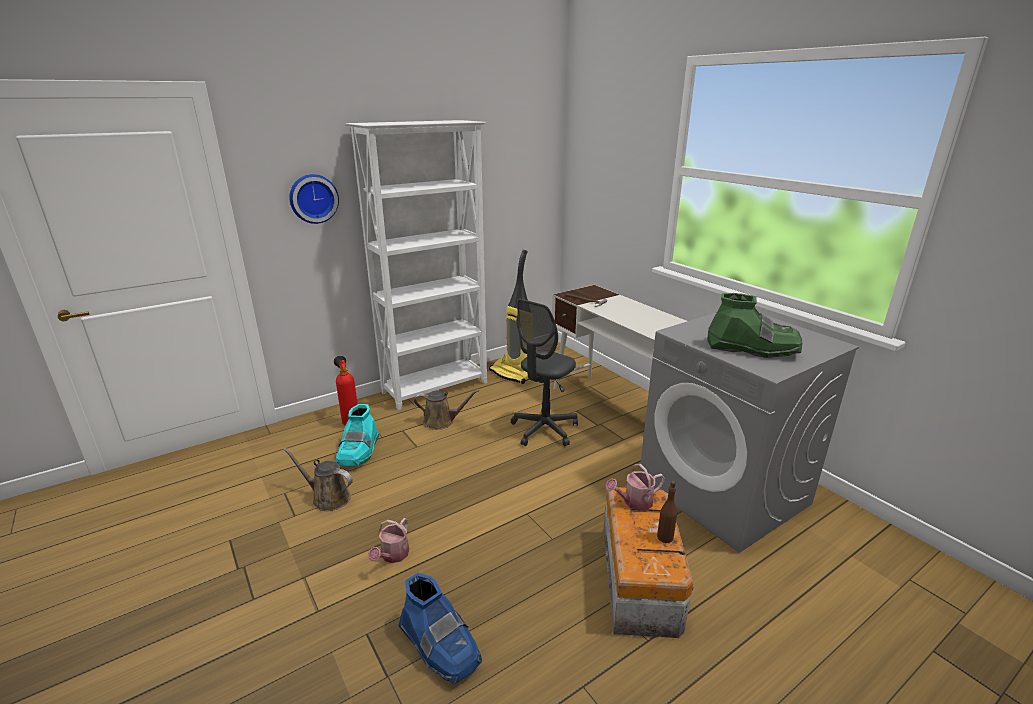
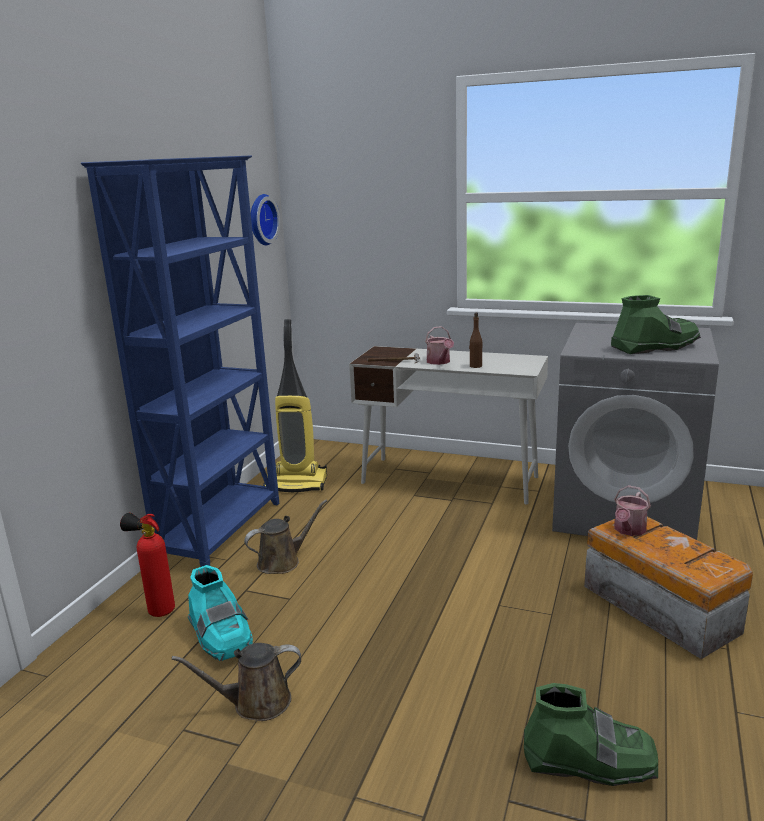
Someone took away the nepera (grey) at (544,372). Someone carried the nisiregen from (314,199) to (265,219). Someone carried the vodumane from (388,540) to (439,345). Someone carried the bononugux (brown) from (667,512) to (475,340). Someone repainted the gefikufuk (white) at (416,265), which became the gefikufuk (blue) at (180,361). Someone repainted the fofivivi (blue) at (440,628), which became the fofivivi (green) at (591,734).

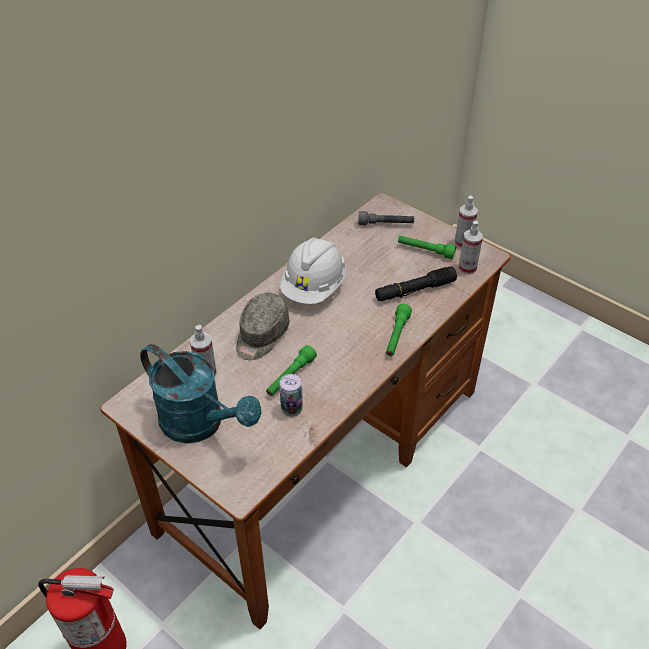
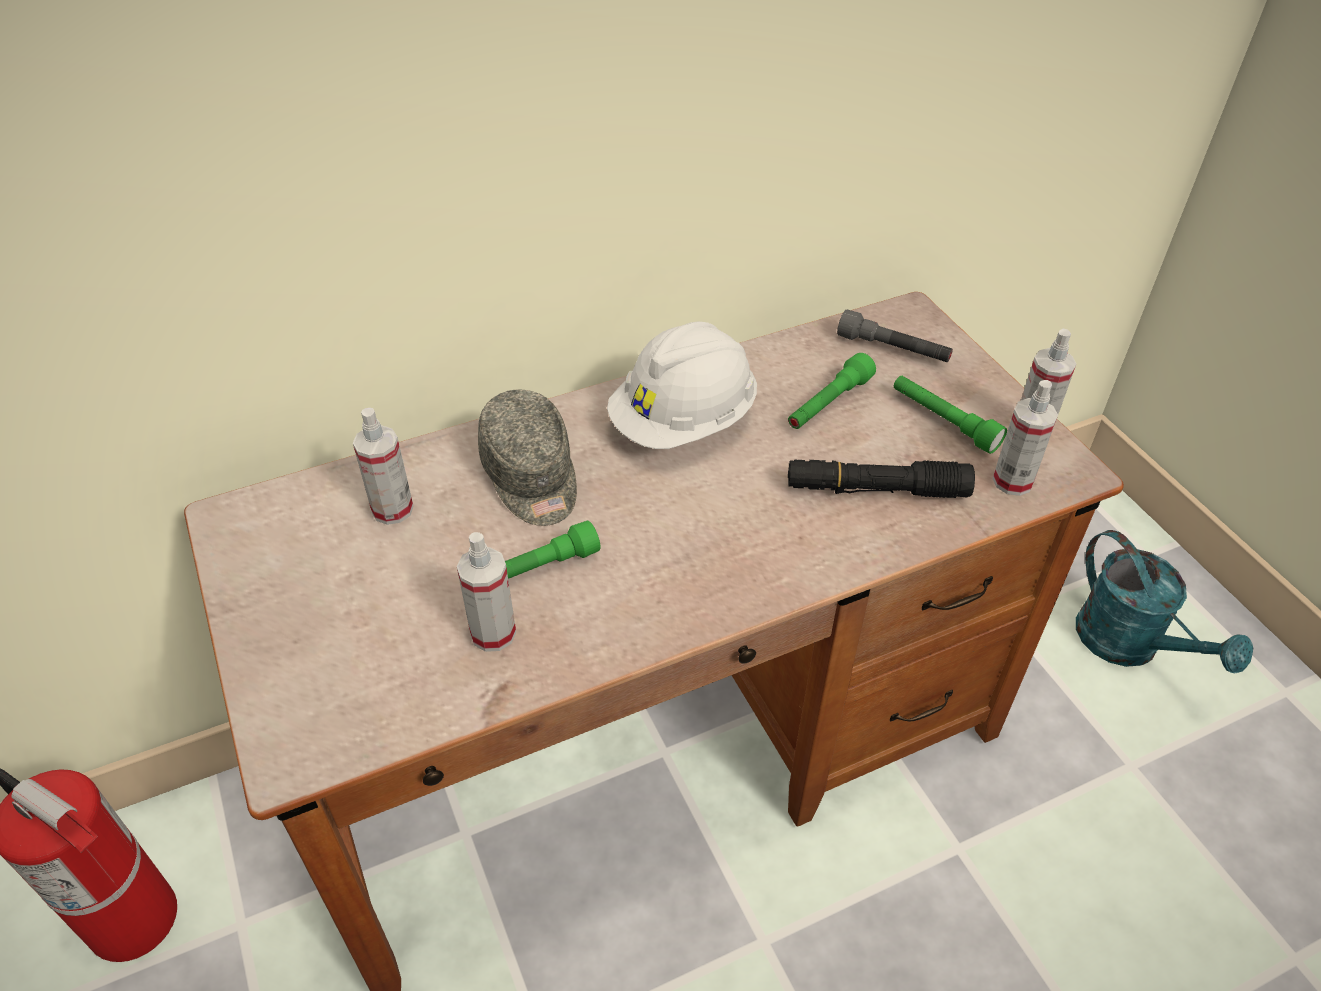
Someone carried the vodumane (turquoise) from (201,394) to (1164,601). Someone carried the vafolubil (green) from (399,330) to (832,391). Someone swapped the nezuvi at (291,395) for the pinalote at (486,592). Someone rotated the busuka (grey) at (262,326) by 75 degrees counterclockwise.

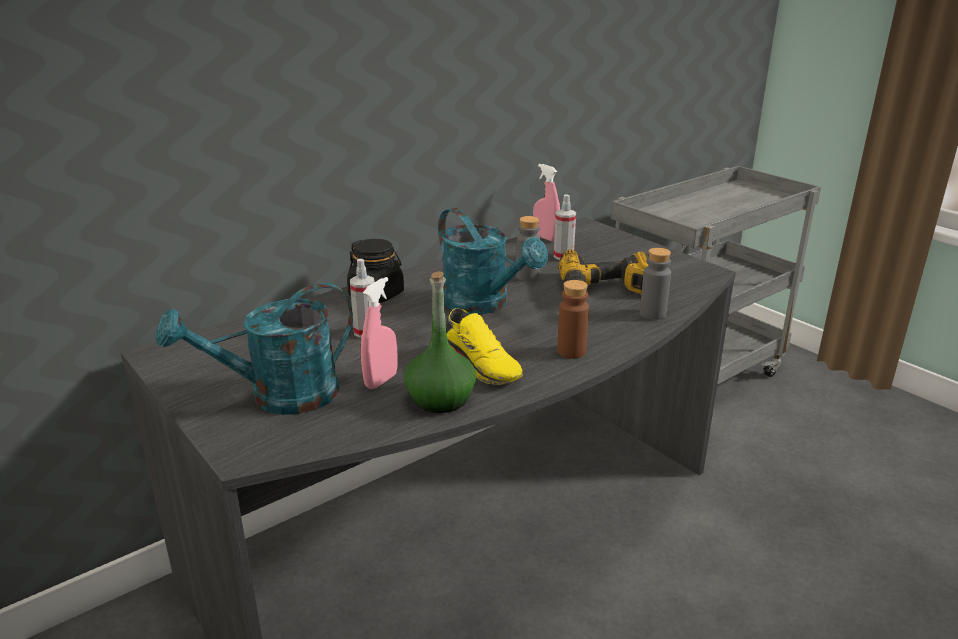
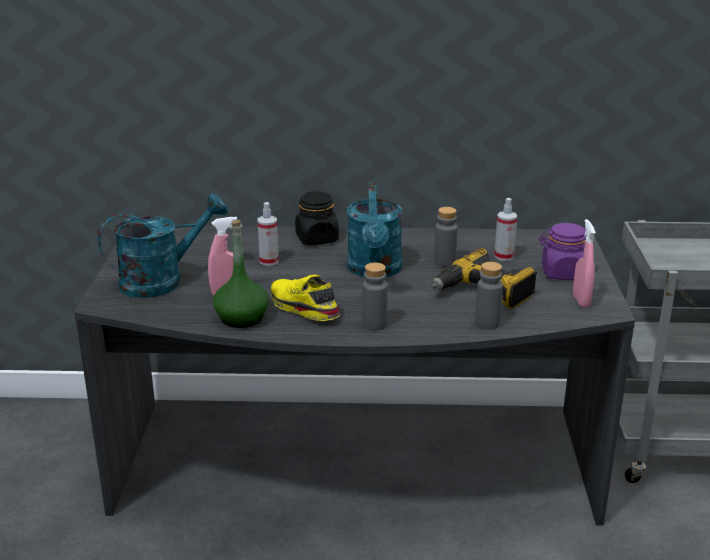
Someone put down the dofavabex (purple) at (562,251). Someone carried the pinalote (pink) from (546,203) to (584,263). Someone repainted the bononugux (brown) at (573,319), which became the bononugux (grey) at (375,296). Someone rotated the vodumane (turquoise) at (254,349) by 135 degrees clockwise. Someone rotated the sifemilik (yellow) at (484,346) by 135 degrees clockwise.

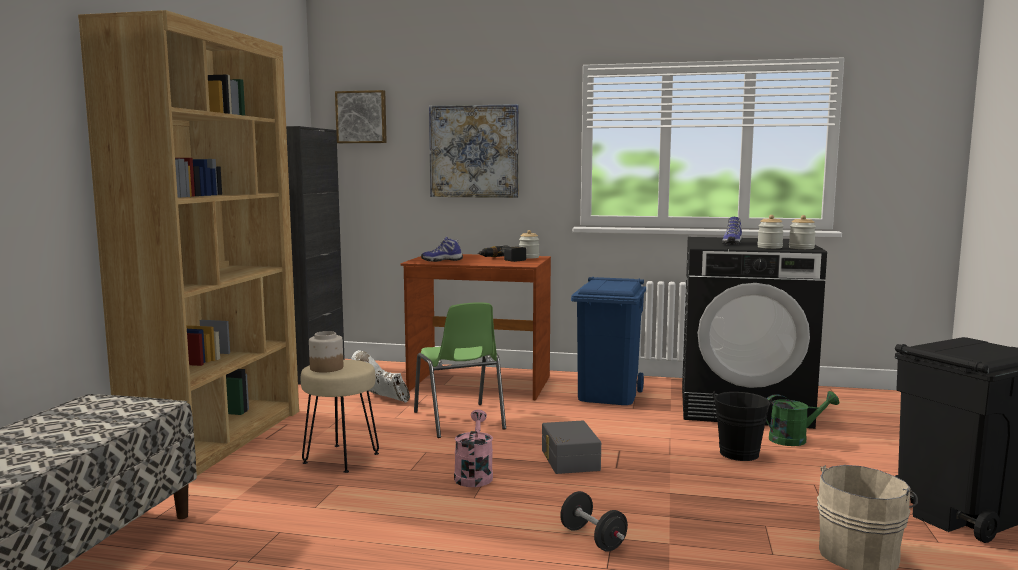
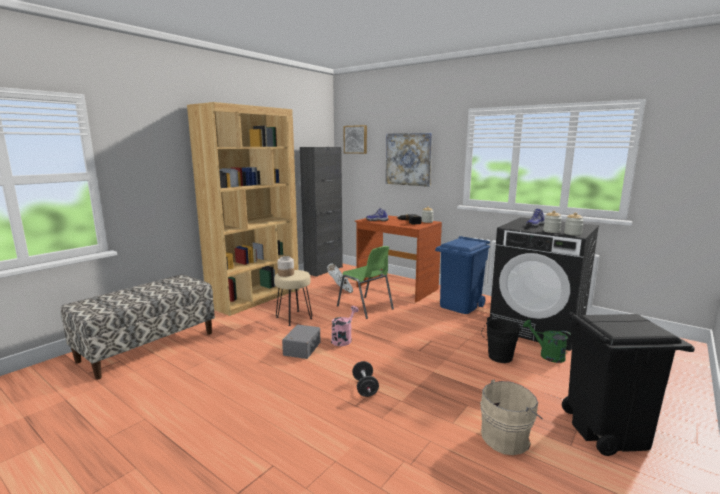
Someone carried the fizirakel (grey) from (571,447) to (301,342). Someone rotated the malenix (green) at (460,370) by 45 degrees counterclockwise. Someone rotated the vodumane (green) at (802,418) by 150 degrees counterclockwise.

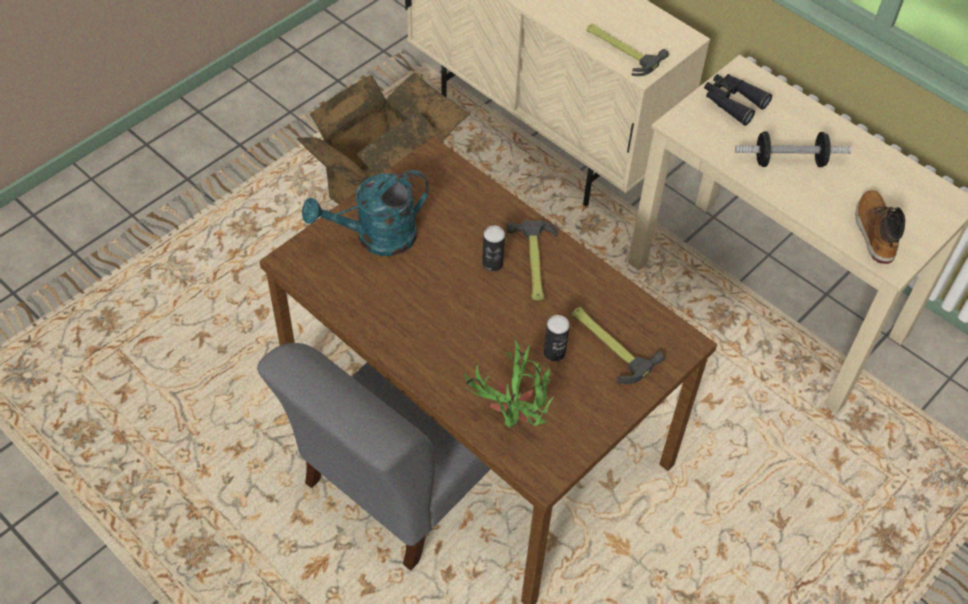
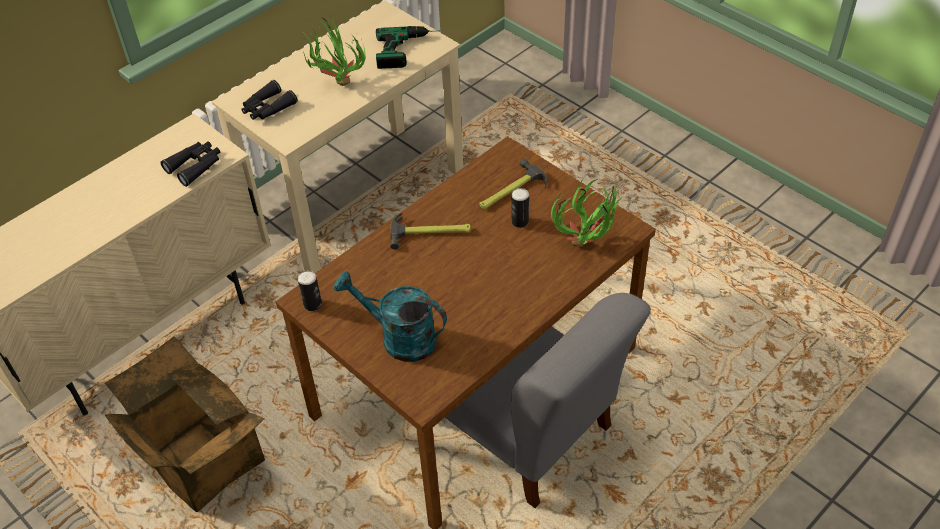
Someone carried the nezuvi from (493,249) to (310,290). Someone swapped the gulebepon at (627,50) for the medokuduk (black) at (190,164). Someone swapped the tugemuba at (793,149) for the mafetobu at (333,51). Someone swapped the fofivivi at (880,227) for the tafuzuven at (408,47). Someone rotated the vodumane (turquoise) at (365,213) by 135 degrees clockwise.

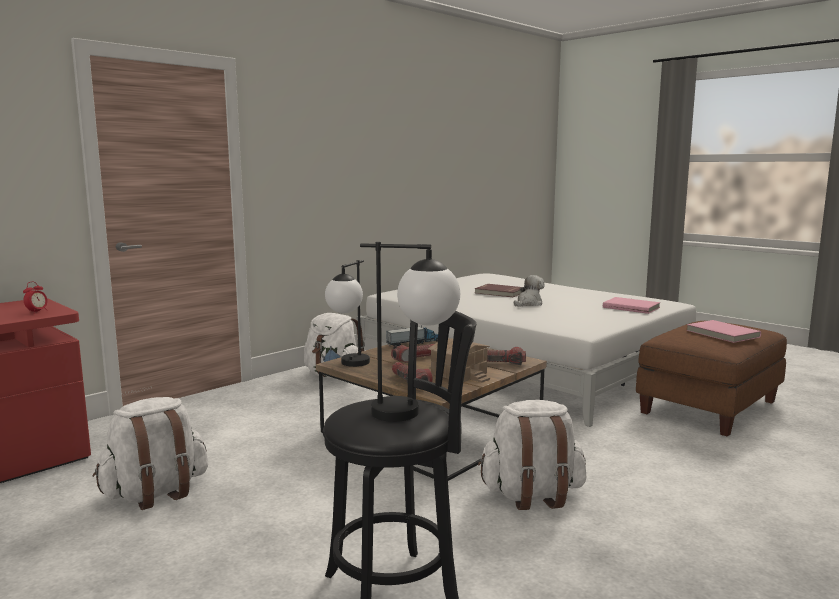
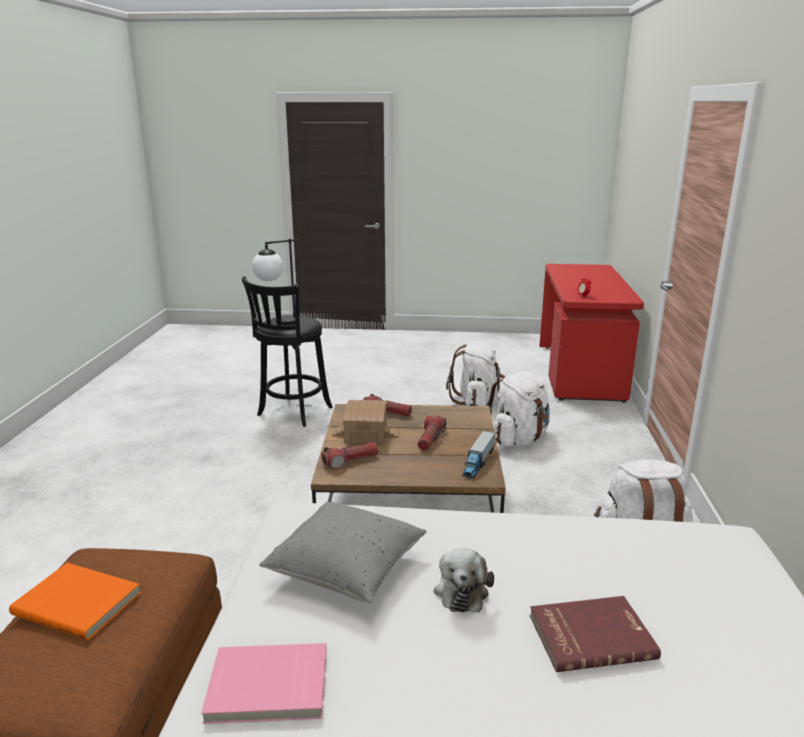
Someone took away the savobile at (347,313). Someone put down the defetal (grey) at (342,553). Someone carried the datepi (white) from (532,455) to (518,408). Someone repainted the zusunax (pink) at (724,331), which became the zusunax (orange) at (75,601).

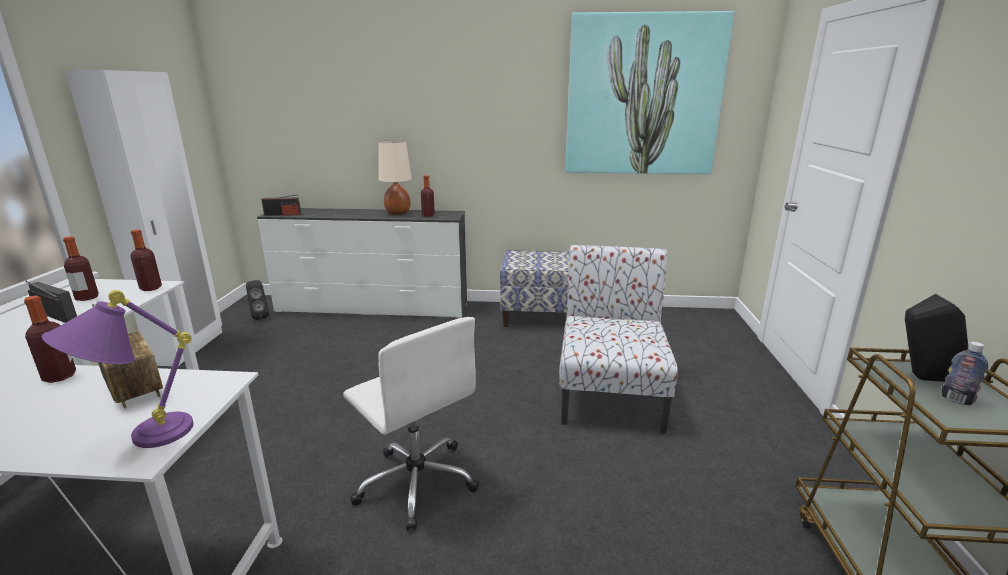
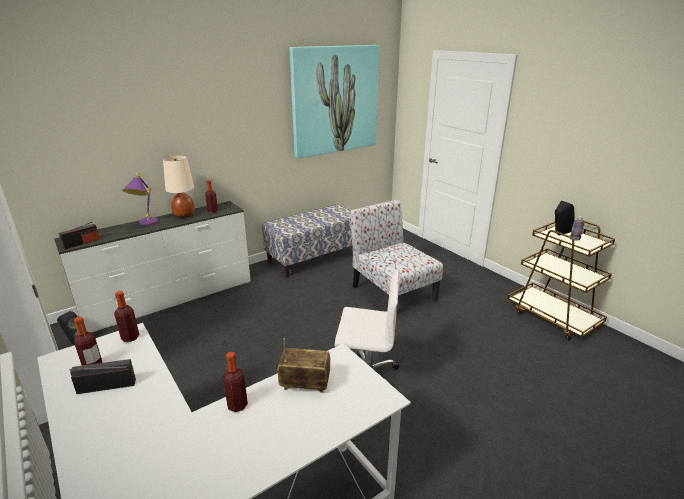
Someone carried the savobile (purple) from (117,369) to (140,199).

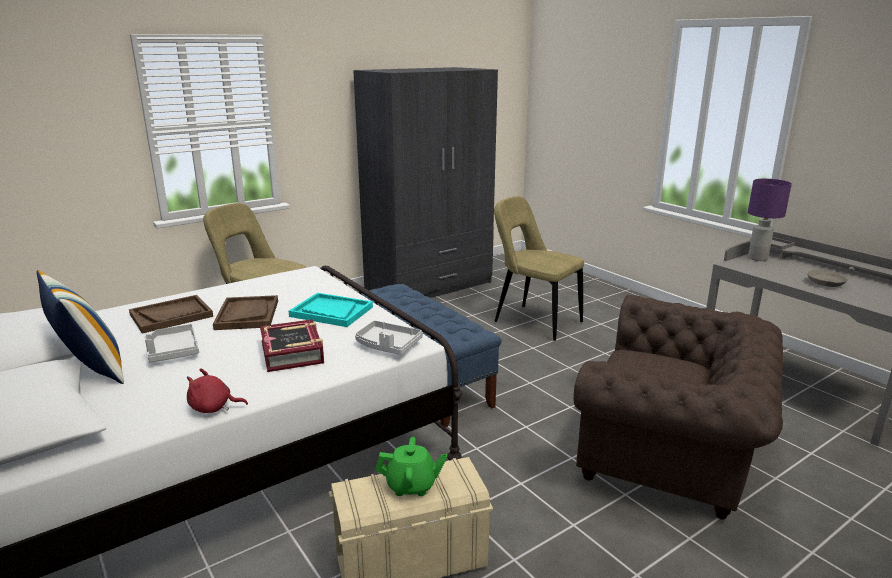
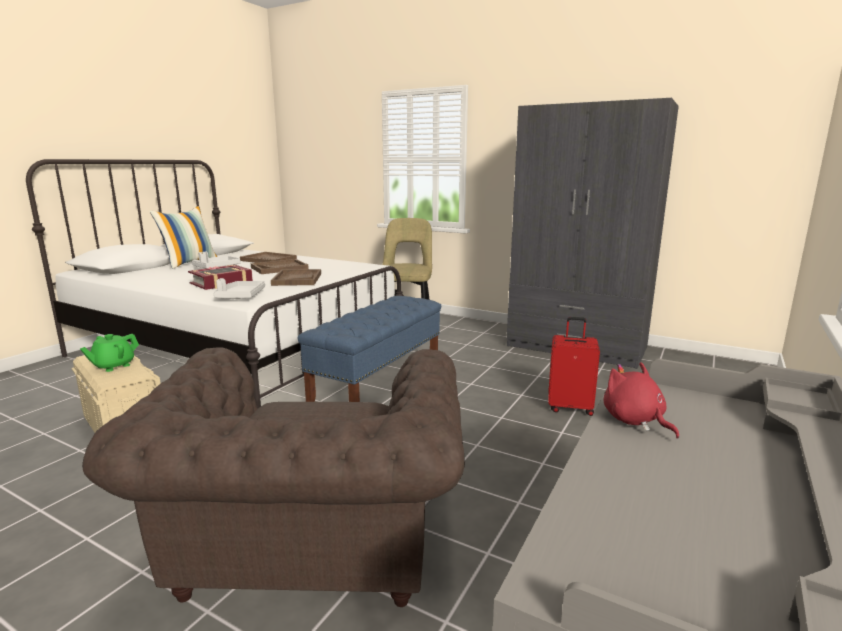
Someone took away the savobile (purple) at (770,220). Someone took away the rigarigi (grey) at (827,278). Someone carried the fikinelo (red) from (217,390) to (641,400). Someone swapped the malenix (beige) at (539,268) for the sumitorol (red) at (574,366). Someone repainted the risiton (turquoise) at (330,310), which became the risiton (brown) at (296,277). Someone rotated the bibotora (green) at (411,466) by 60 degrees clockwise.

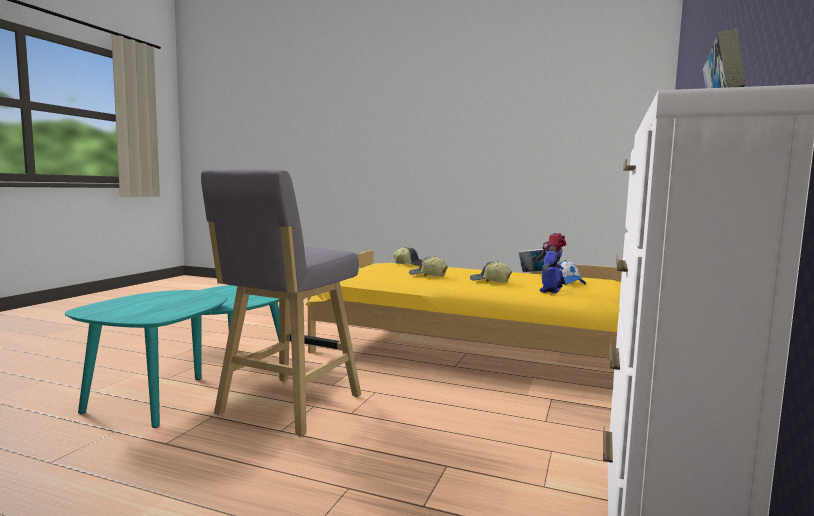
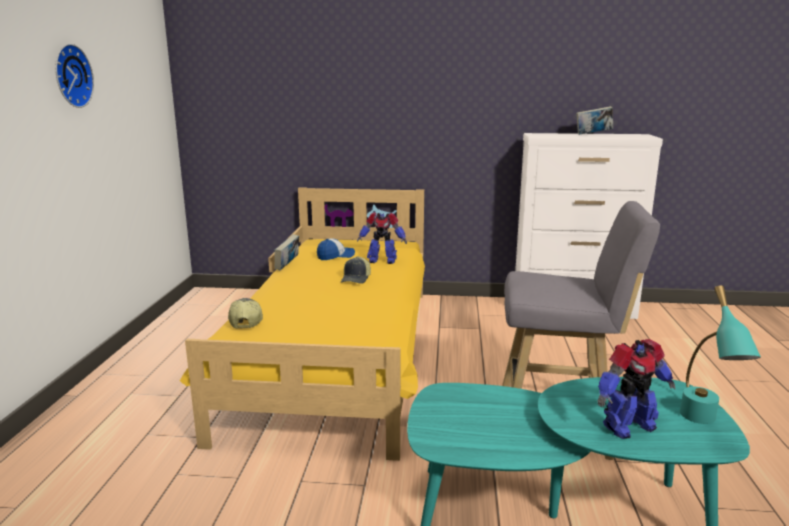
Someone took away the busuka at (428,266). Someone put up the nisiregen at (74,76). Someone put down the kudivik at (636,389). Someone put down the savobile (turquoise) at (720,354).

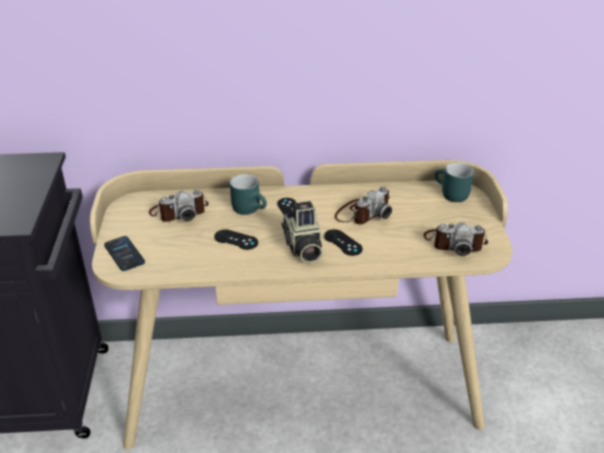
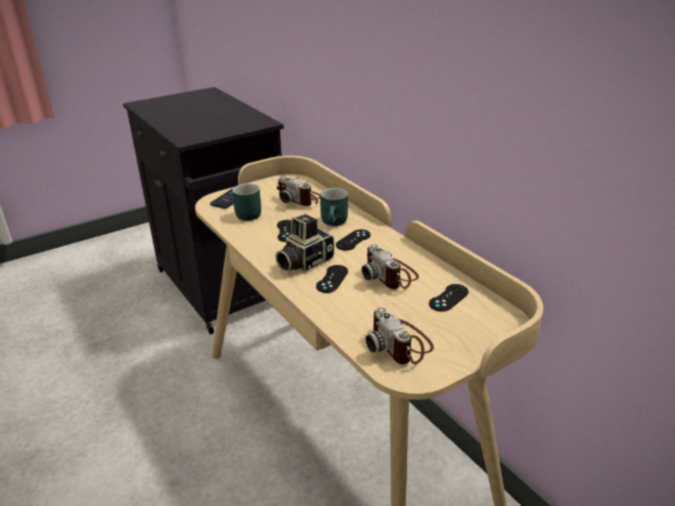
Someone put down the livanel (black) at (449,298). Someone carried the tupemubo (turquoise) from (454,182) to (246,202). Someone rotated the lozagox at (363,205) by 45 degrees clockwise.

